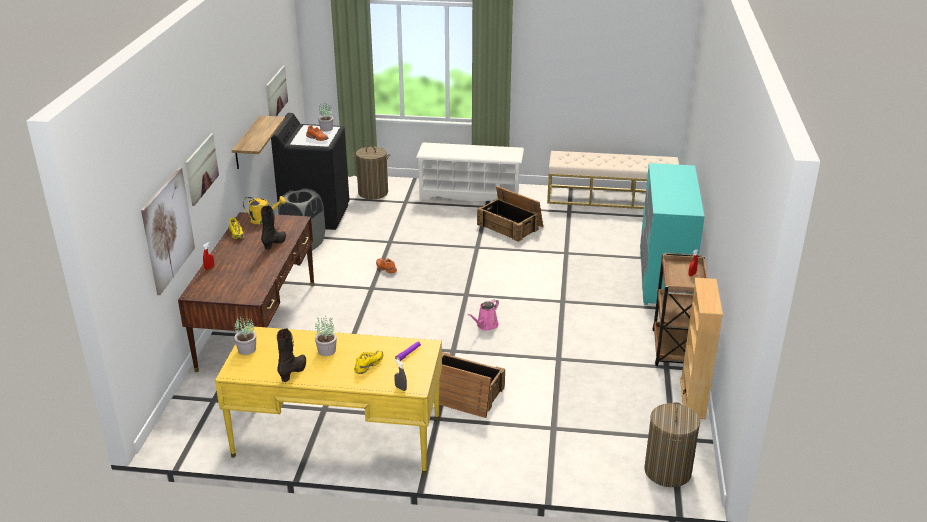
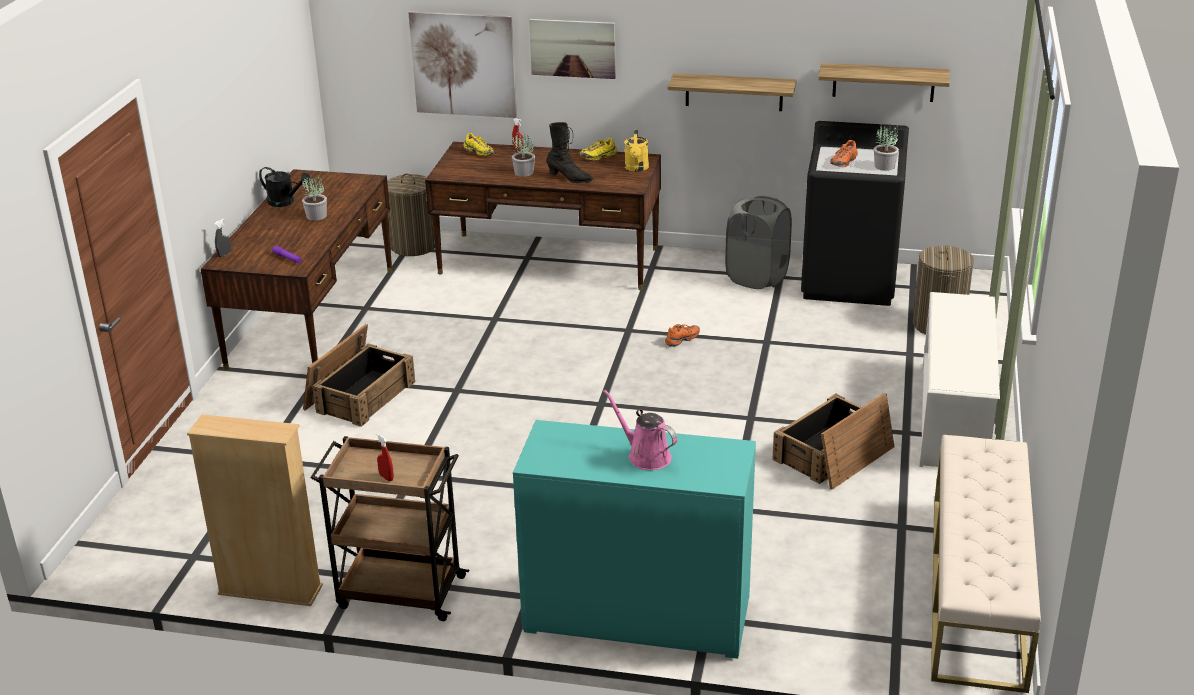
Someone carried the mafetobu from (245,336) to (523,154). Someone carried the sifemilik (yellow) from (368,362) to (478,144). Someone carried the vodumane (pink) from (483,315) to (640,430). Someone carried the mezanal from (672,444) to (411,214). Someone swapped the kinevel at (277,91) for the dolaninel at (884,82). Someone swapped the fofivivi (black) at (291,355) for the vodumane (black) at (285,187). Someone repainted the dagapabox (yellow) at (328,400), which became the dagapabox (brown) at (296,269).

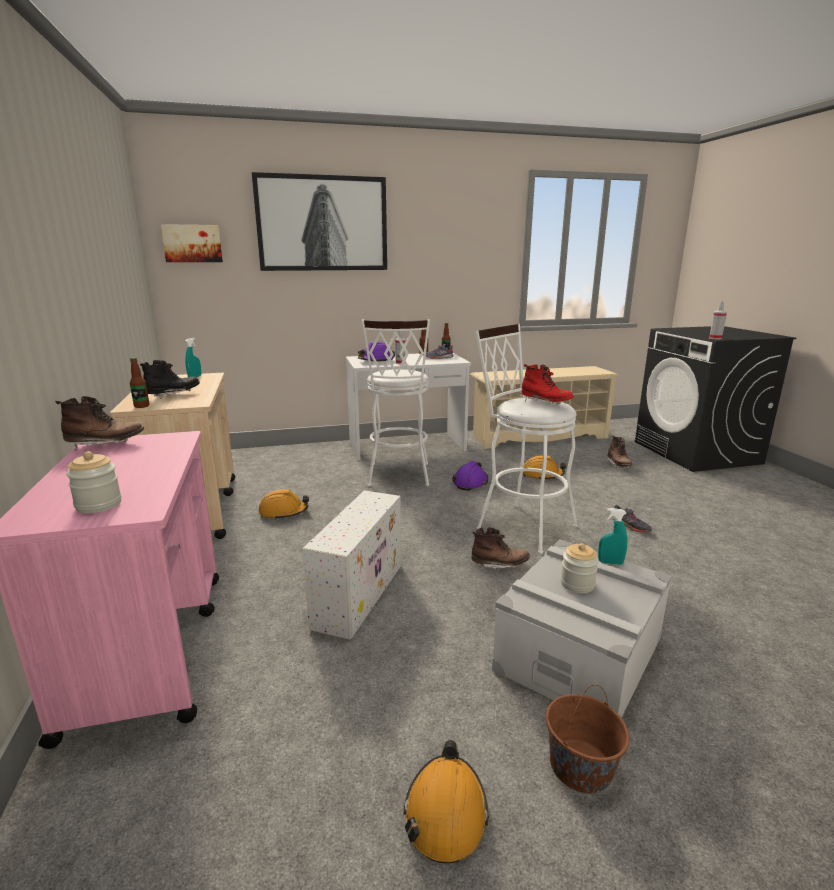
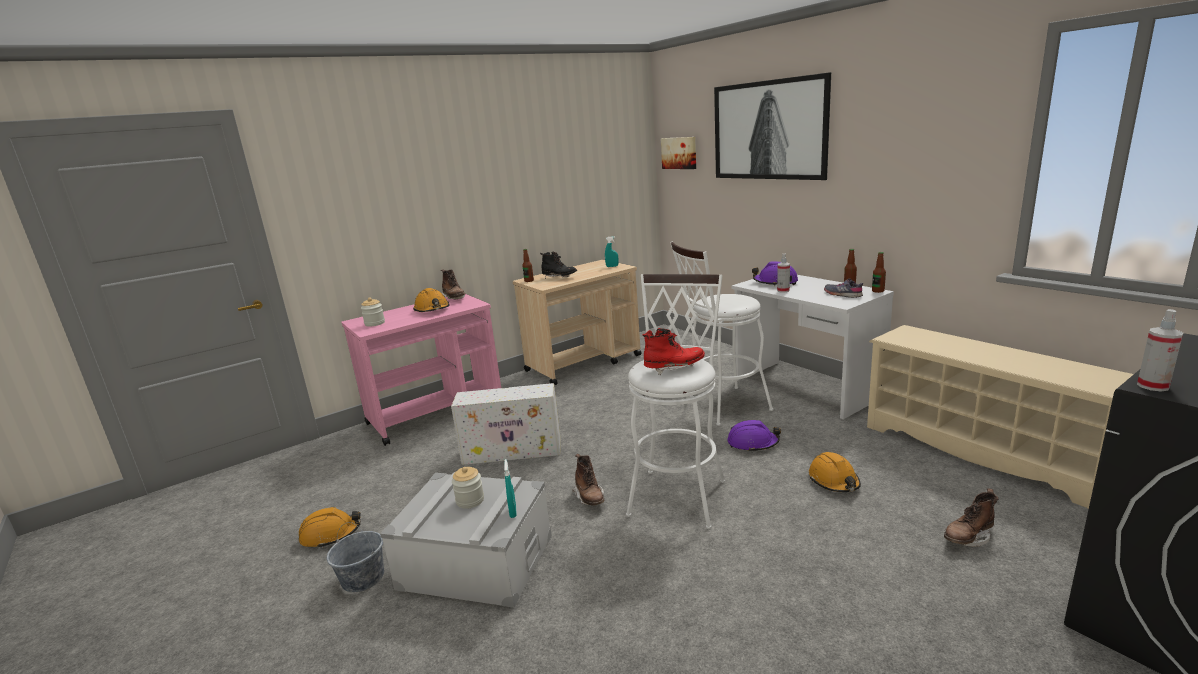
Someone took away the sifemilik (grey) at (632,519). Someone carried the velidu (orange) from (283,504) to (431,300). Someone repainted the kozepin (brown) at (588,739), which became the kozepin (grey) at (355,557). Someone rotated the fofivivi (red) at (547,384) by 120 degrees counterclockwise.

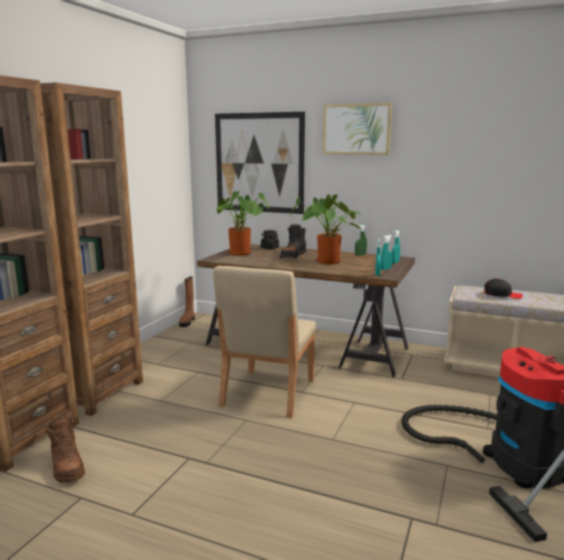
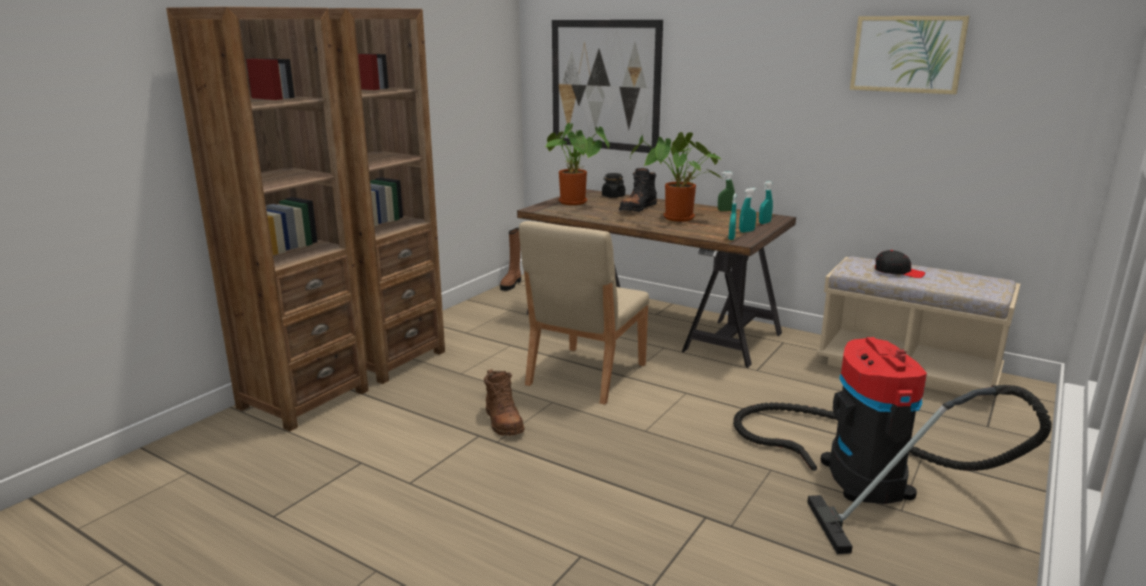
Someone carried the fofivivi (brown) from (65,449) to (504,402). Someone carried the kinevel from (357,129) to (909,55).

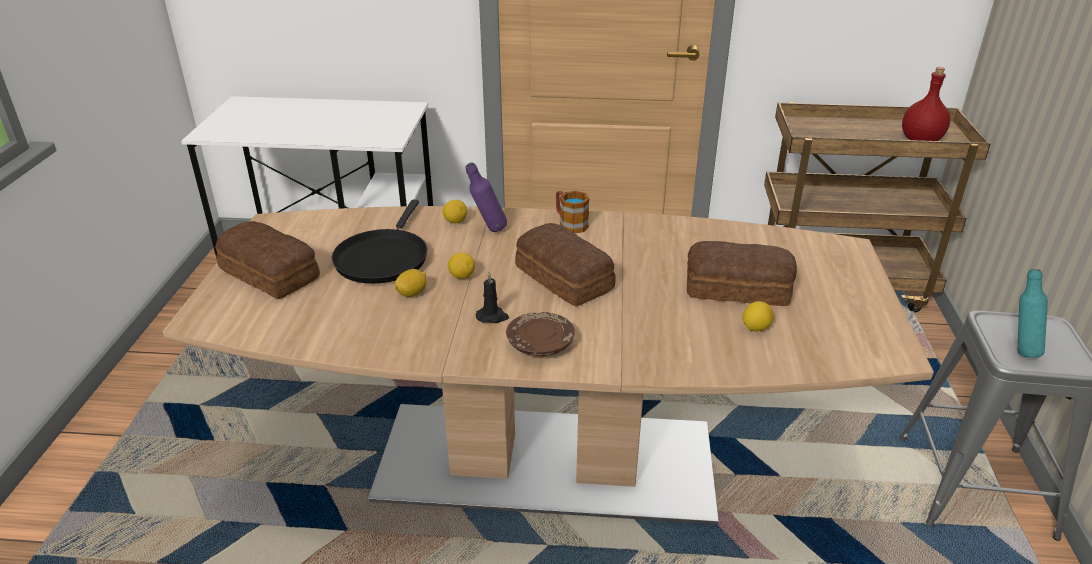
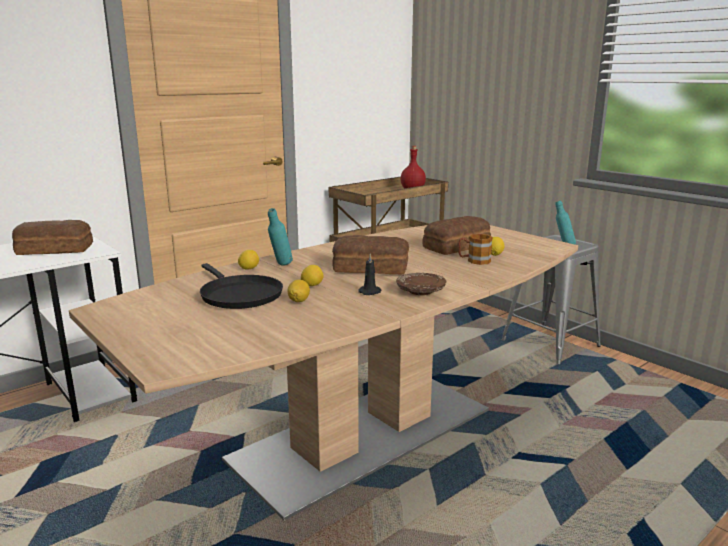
Someone carried the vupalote from (267,260) to (52,237). Someone carried the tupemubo from (573,212) to (475,249). Someone repainted the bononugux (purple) at (486,197), which became the bononugux (turquoise) at (280,237).

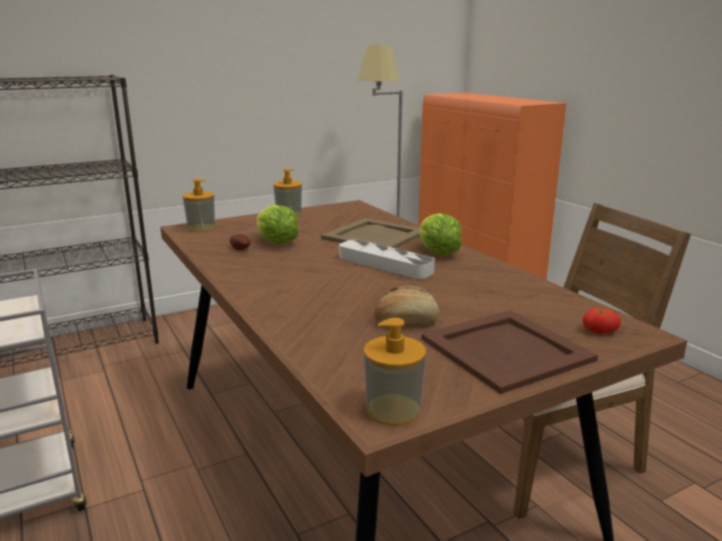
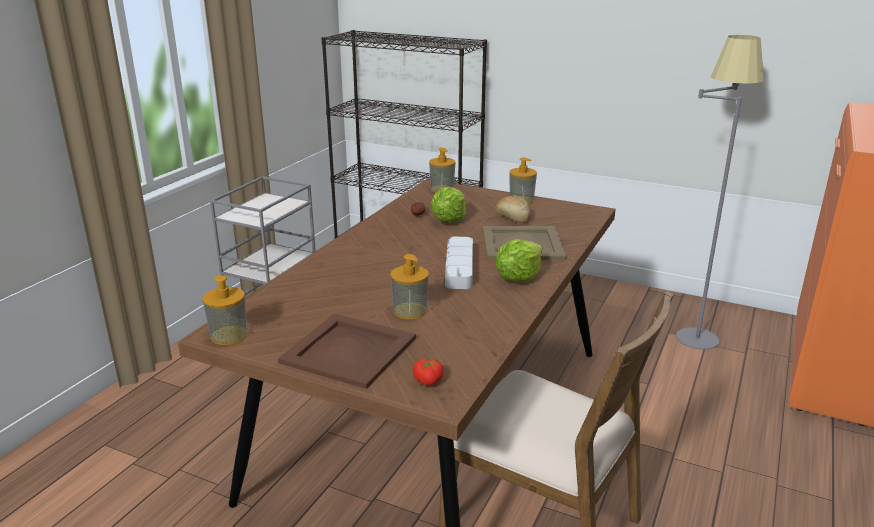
Someone put down the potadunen at (409,286). Someone carried the vupalote from (407,305) to (513,209).

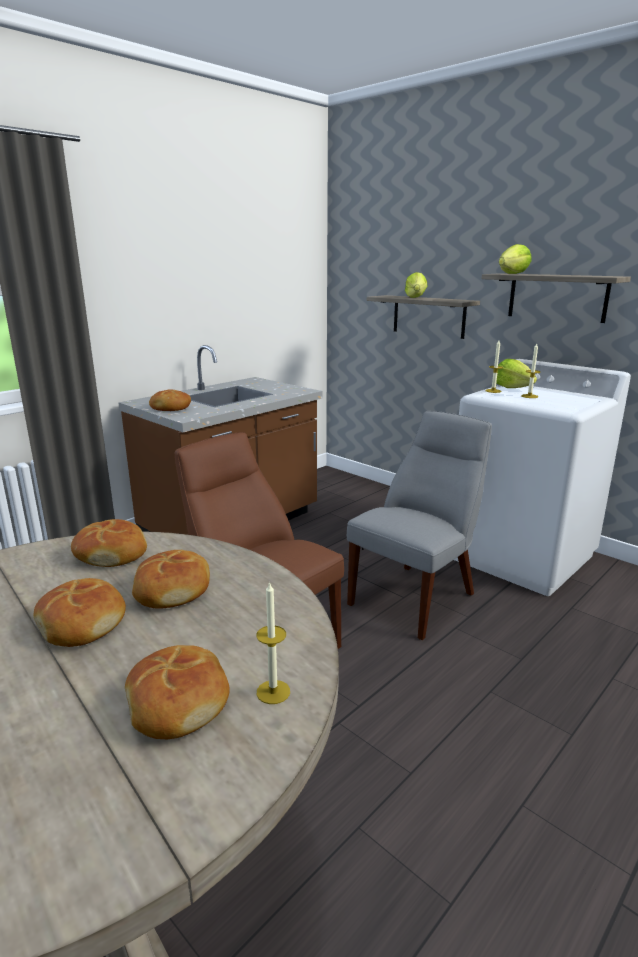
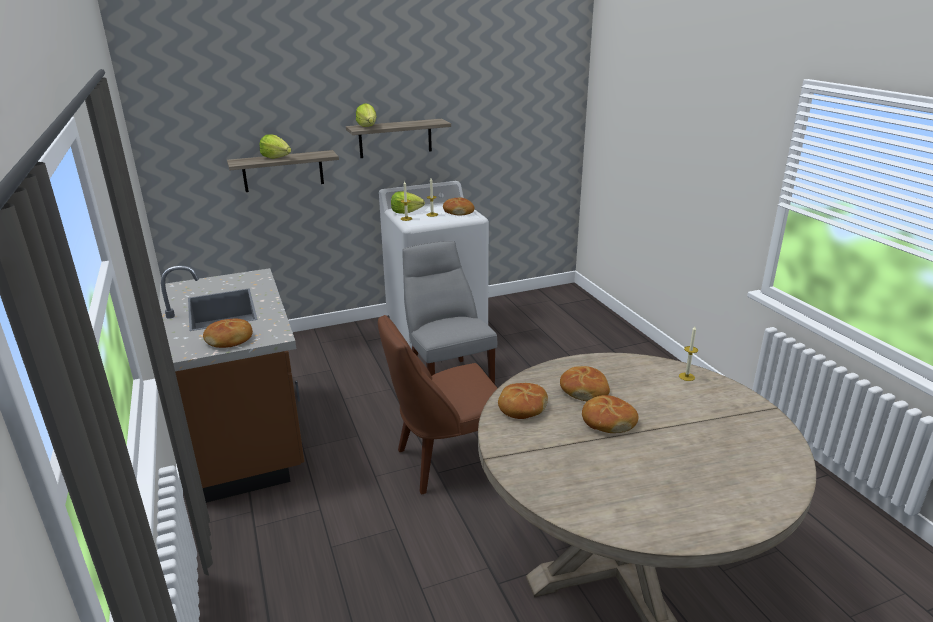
Someone carried the vupalote from (177,692) to (459,206).

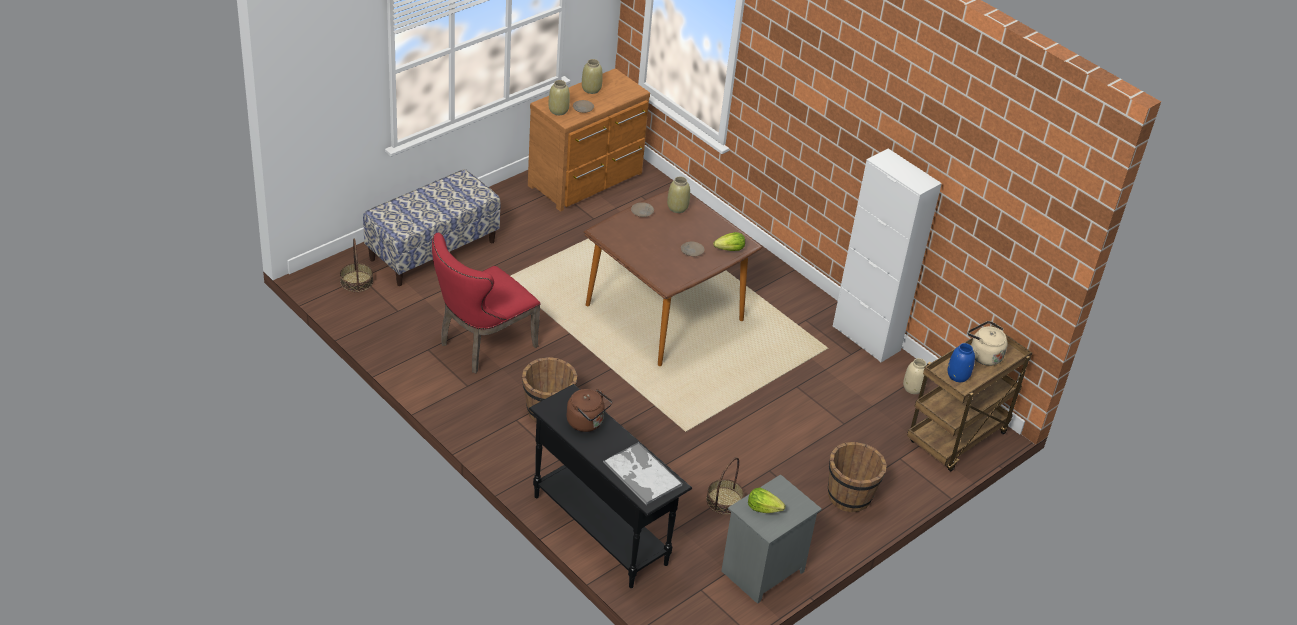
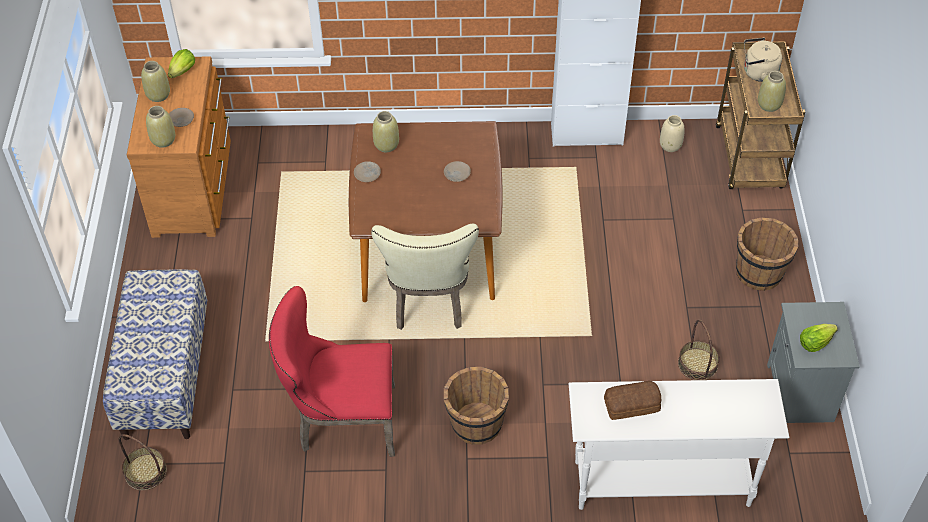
Someone took away the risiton at (643,473). Someone put down the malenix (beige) at (425,277). Someone carried the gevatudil from (729,241) to (181,63). Someone swapped the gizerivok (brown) at (589,410) for the vupalote at (633,400). Someone repainted the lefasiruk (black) at (610,486), which became the lefasiruk (white) at (679,444). Someone repainted the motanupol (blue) at (961,362), which became the motanupol (beige) at (772,91). Someone rotated the malenix (red) at (486,303) by 90 degrees clockwise.

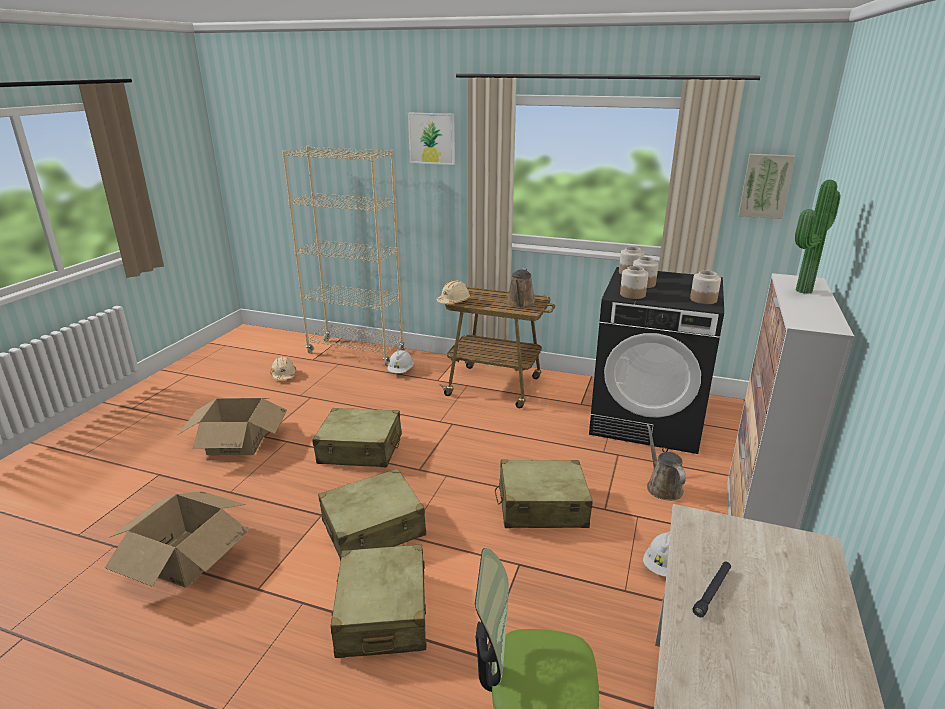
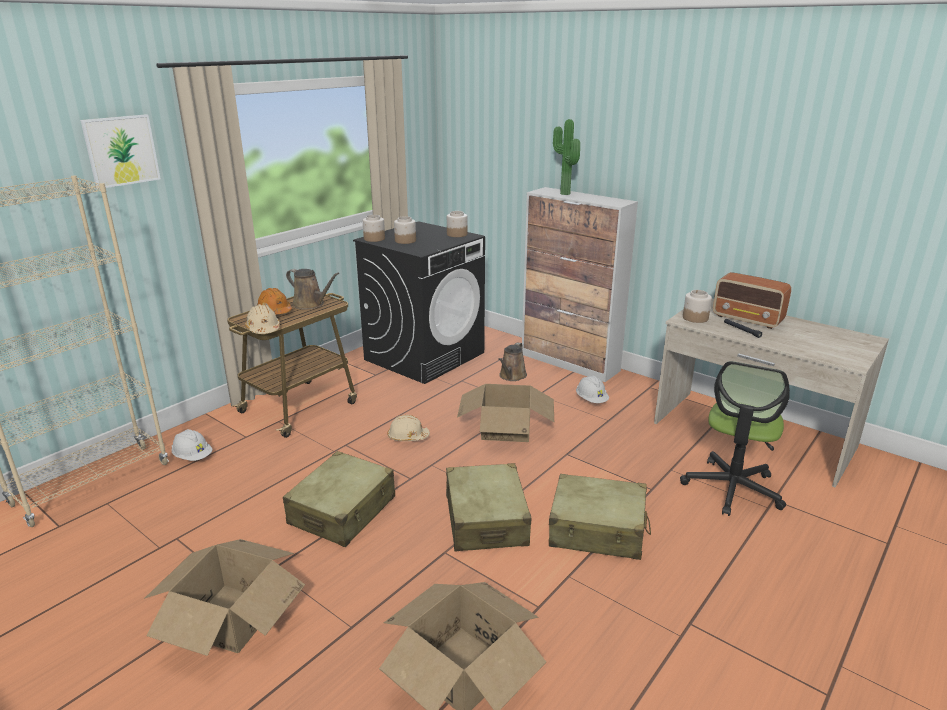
Someone took away the kinevel at (767,186). Someone put down the velidu (orange) at (274,301). Someone put down the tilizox at (752,300). Someone carried the velidu (beige) from (283,368) to (409,428). Someone carried the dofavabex from (634,282) to (697,306). Someone swapped the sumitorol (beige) at (544,493) for the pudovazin at (505,413). Someone rotated the vodumane (brown) at (666,462) by 75 degrees counterclockwise.

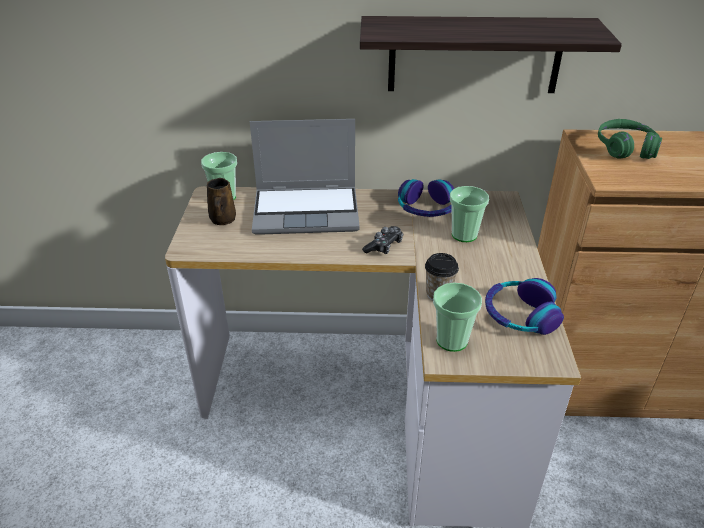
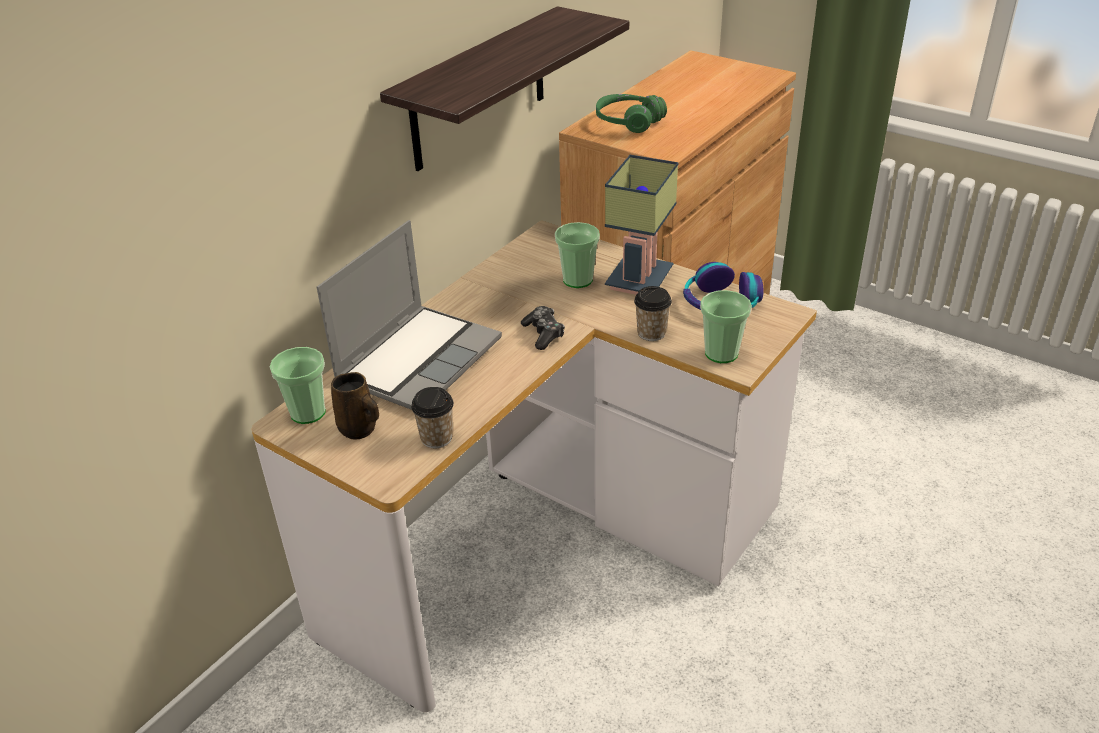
Someone took away the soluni at (426,198). Someone put down the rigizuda at (432,417). Someone put down the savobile at (642,225).

